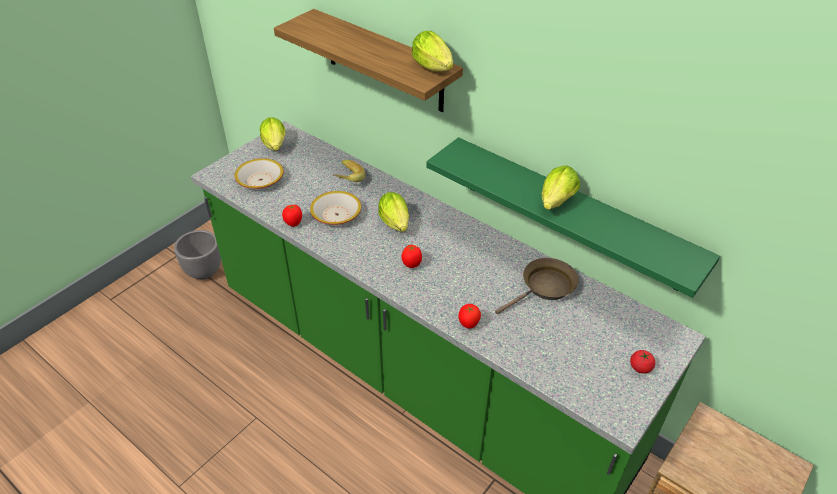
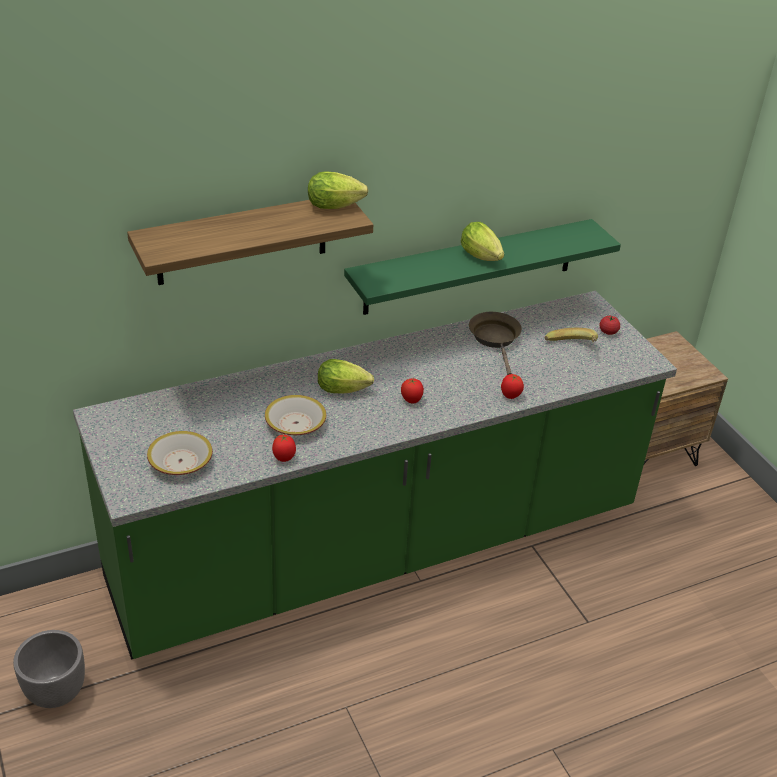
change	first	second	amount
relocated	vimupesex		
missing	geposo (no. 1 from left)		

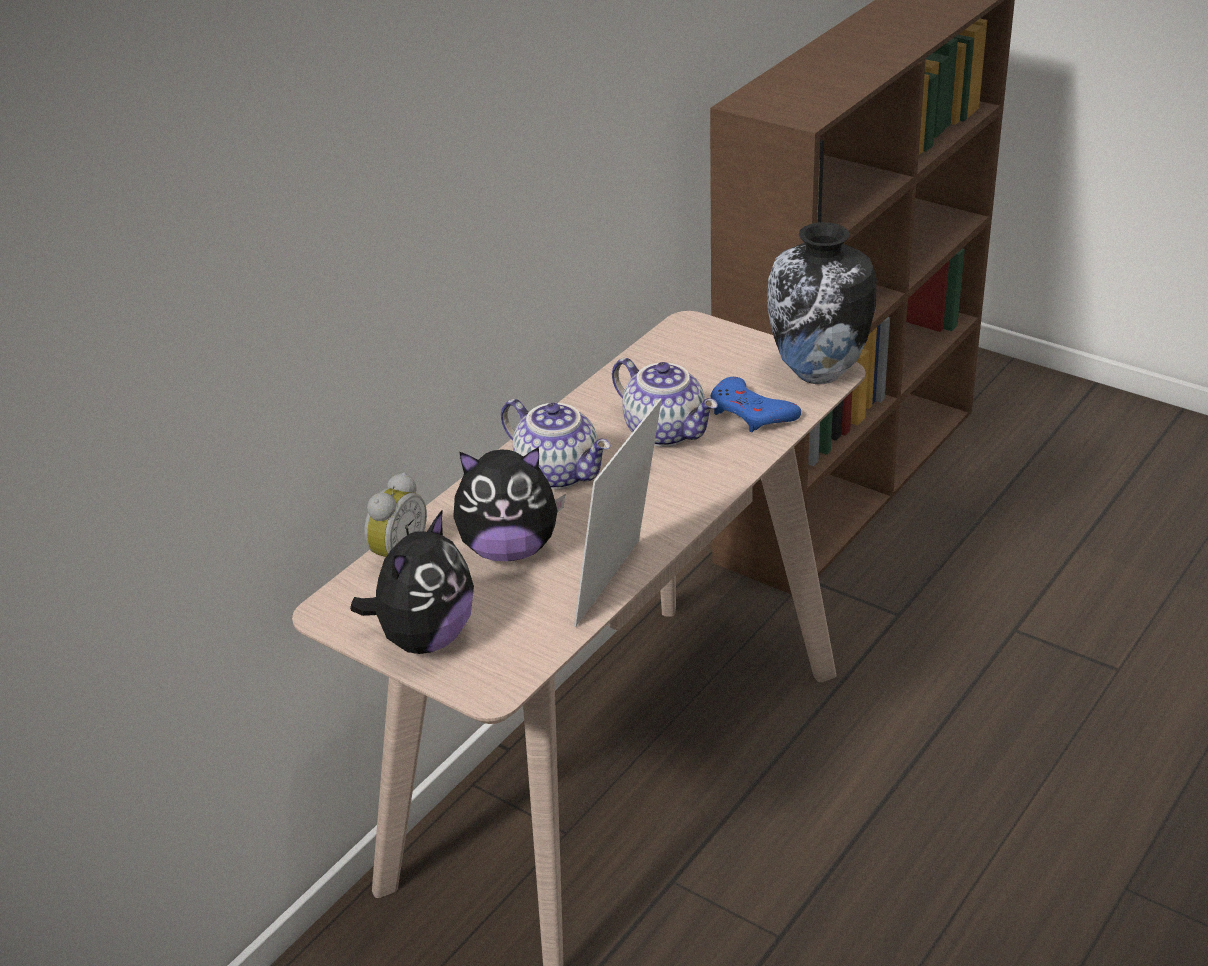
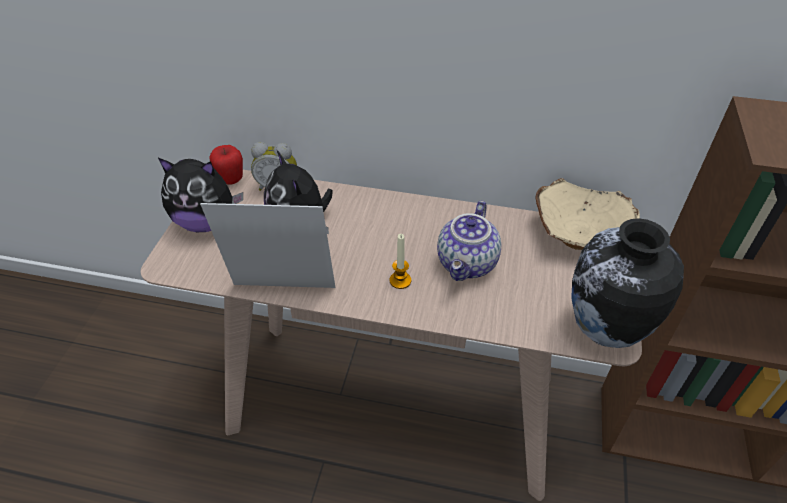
change	first	second	amount
appeared		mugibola	
appeared		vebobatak	
appeared		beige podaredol	
missing	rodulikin (no. 1 from left)		
missing	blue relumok		

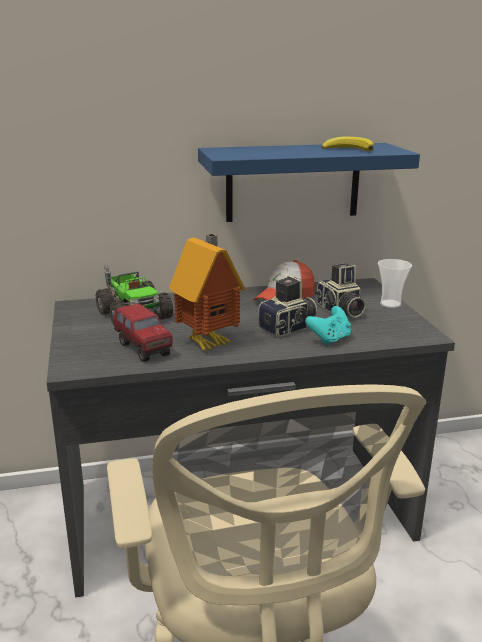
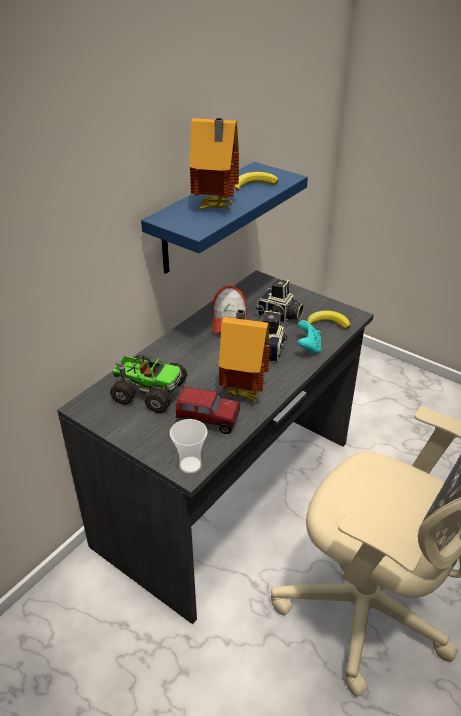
change	first	second	amount
relocated	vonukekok		
appeared		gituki (no. 1 from left)	
appeared		vimupesex (no. 2 from left)	

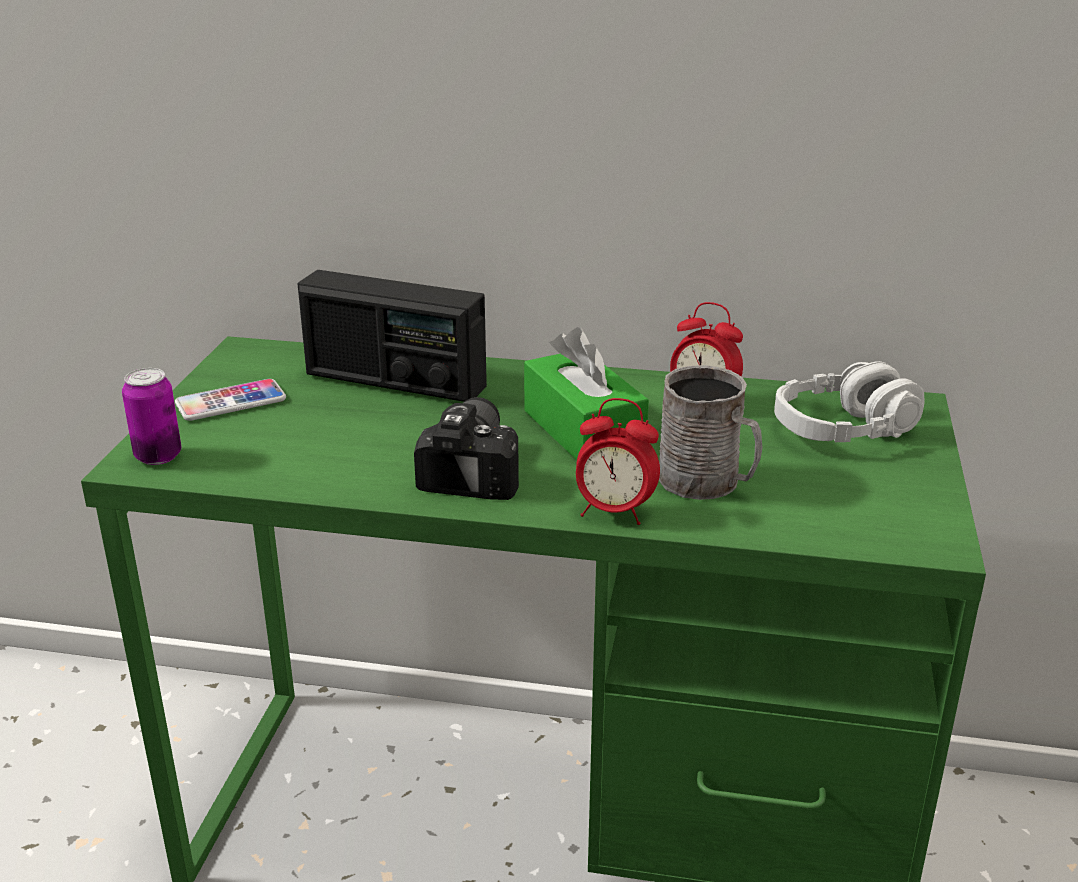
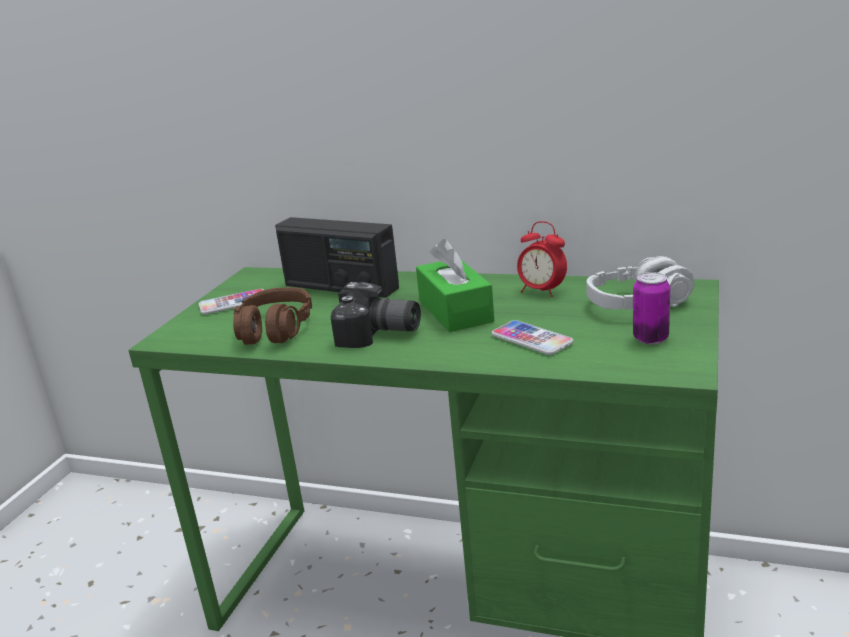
change	first	second	amount
appeared		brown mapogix	
spun	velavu		90 degrees clockwise
exchanged	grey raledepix	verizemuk (no. 2 from left)	
relocated	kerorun		
missing	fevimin (no. 1 from left)		

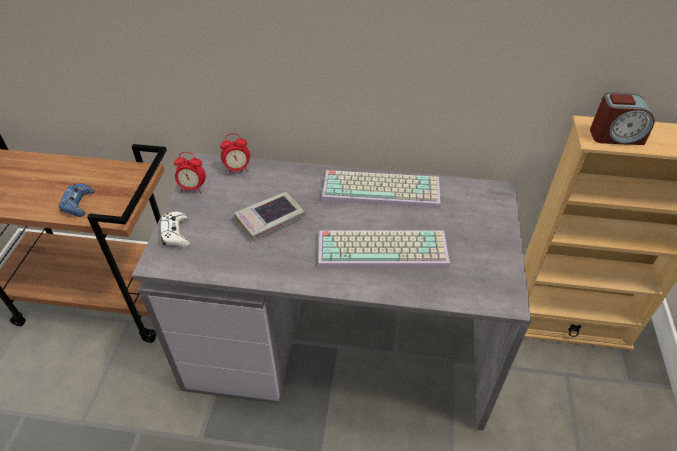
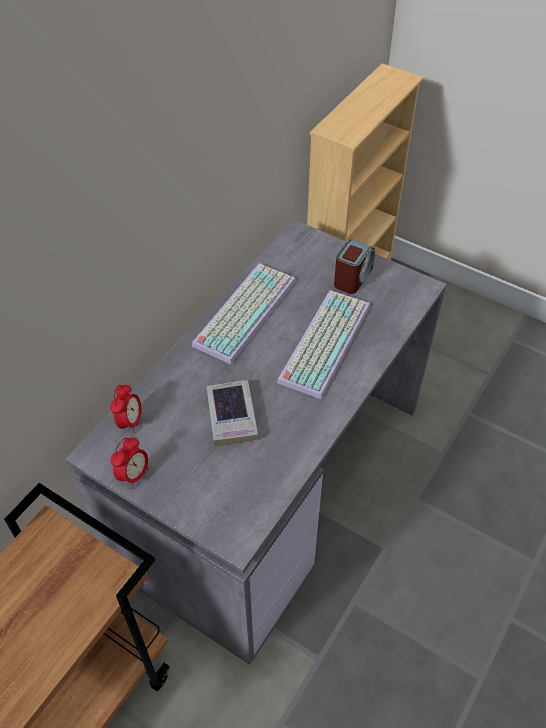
change	first	second	amount
relocated	fevimin (no. 3 from left)		
missing	blue relumok		
missing	white relumok		

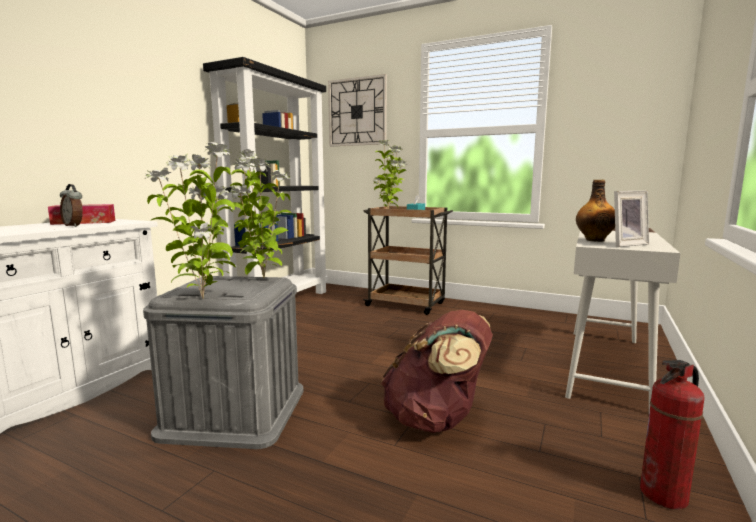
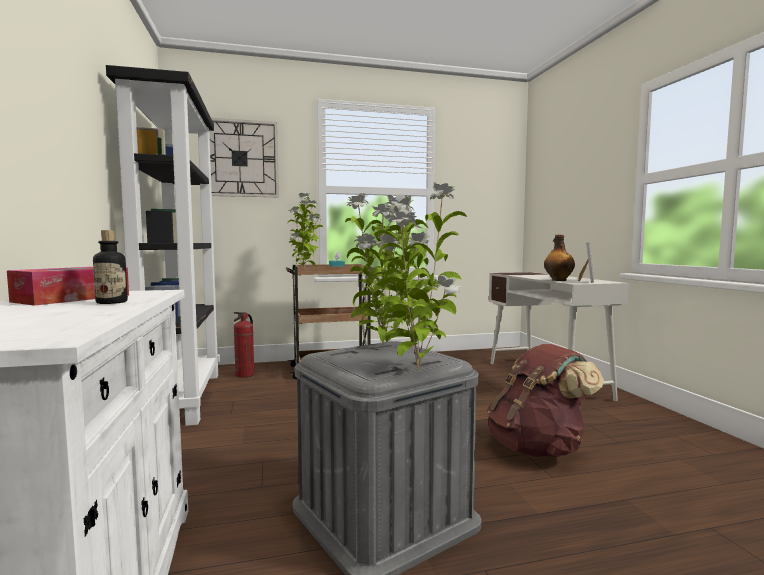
change	first	second	amount
exchanged	fevimin	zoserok (no. 1 from left)	
relocated	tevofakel		

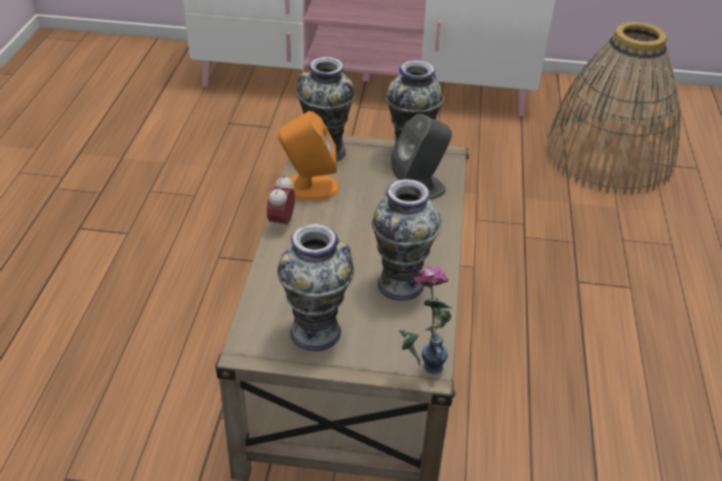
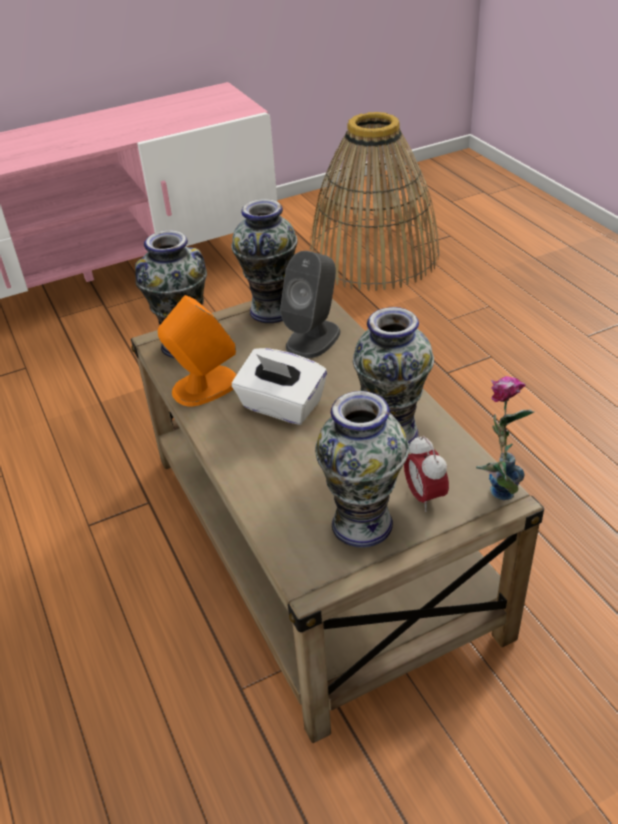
change	first	second	amount
appeared		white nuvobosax	
relocated	fevimin		

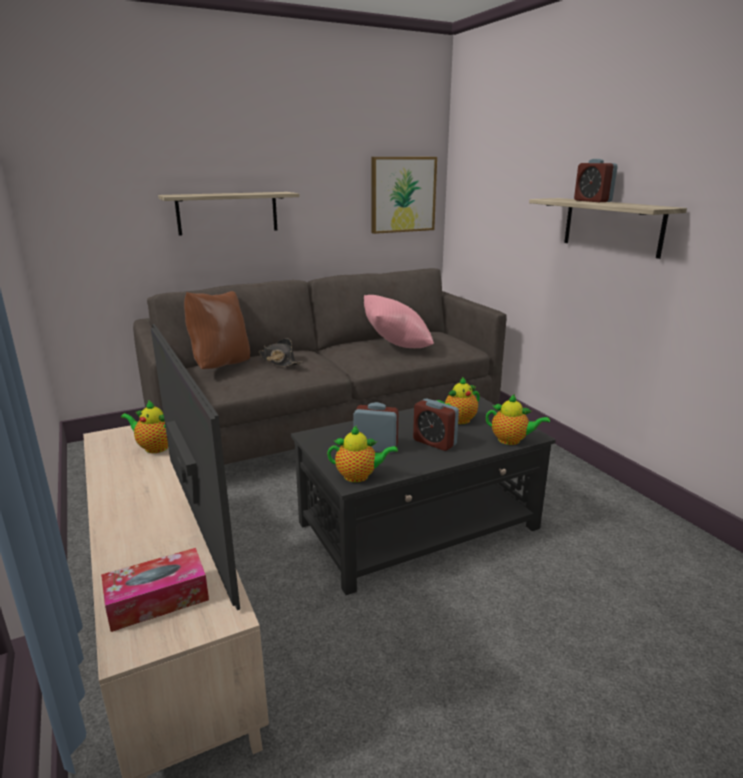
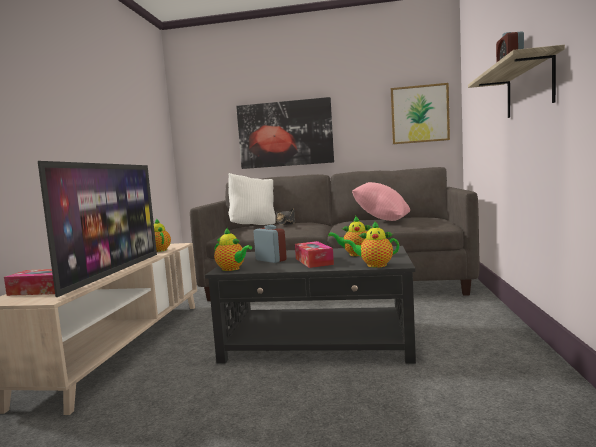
change	first	second	amount
colour	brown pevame	white pevame	
exchanged	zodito (no. 1 from left)	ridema (no. 1 from left)	
exchanged	fevimin (no. 2 from left)	nuvobosax (no. 2 from left)	
spun	rodulikin (no. 4 from left)		135 degrees clockwise

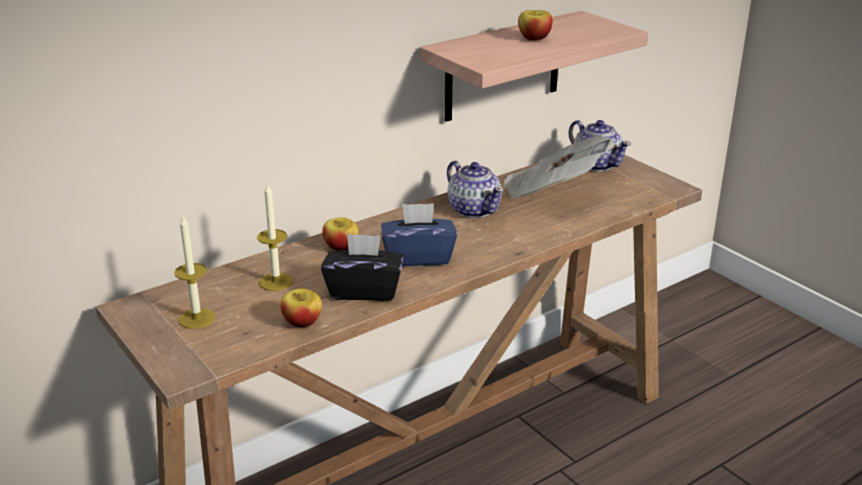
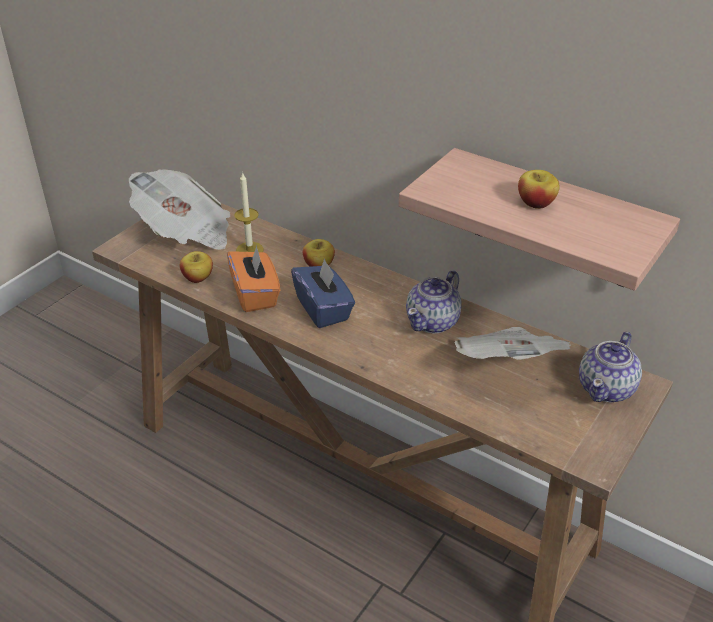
change	first	second	amount
exchanged	vebobatak (no. 1 from left)	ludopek (no. 1 from left)	
colour	black nuvobosax	orange nuvobosax	

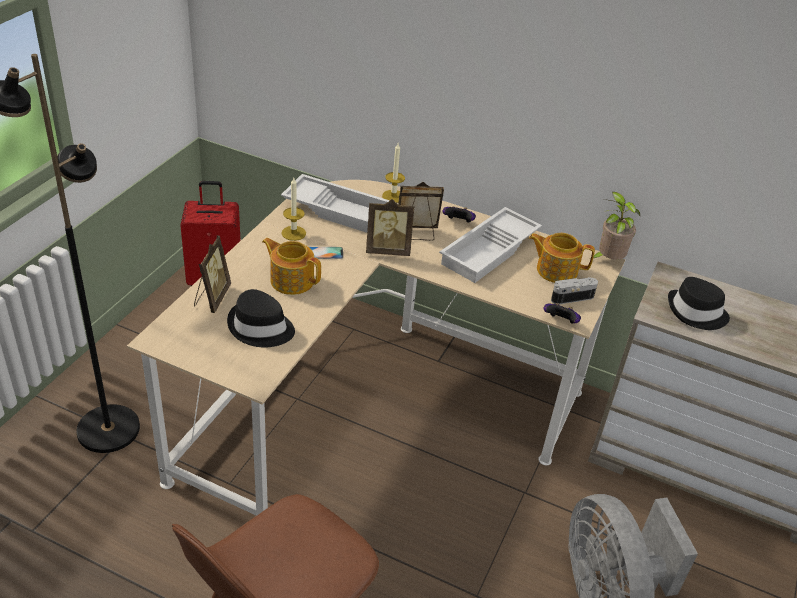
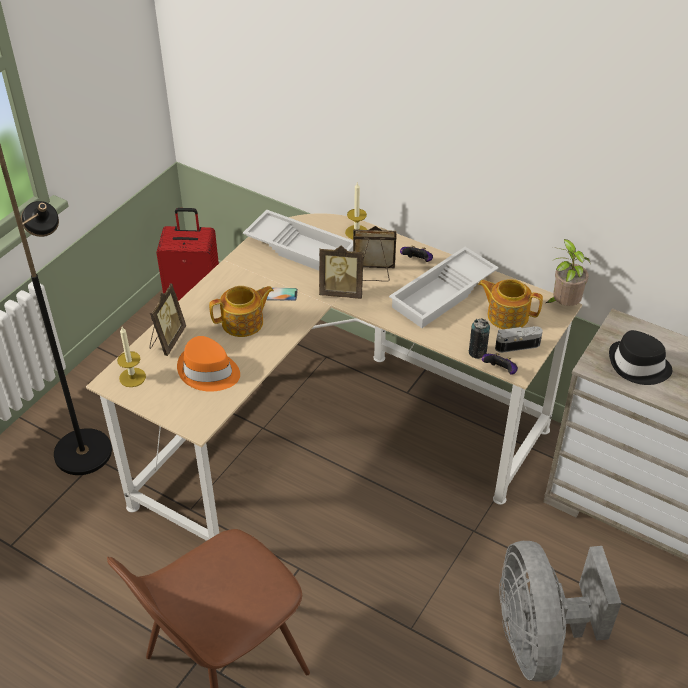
change	first	second	amount
relocated	vebobatak (no. 1 from left)		
colour	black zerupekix (no. 1 from left)	orange zerupekix	
spun	rodulikin (no. 1 from left)		120 degrees clockwise
appeared		kerorun	

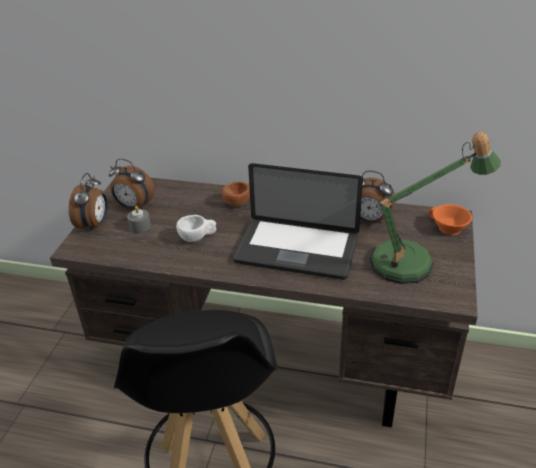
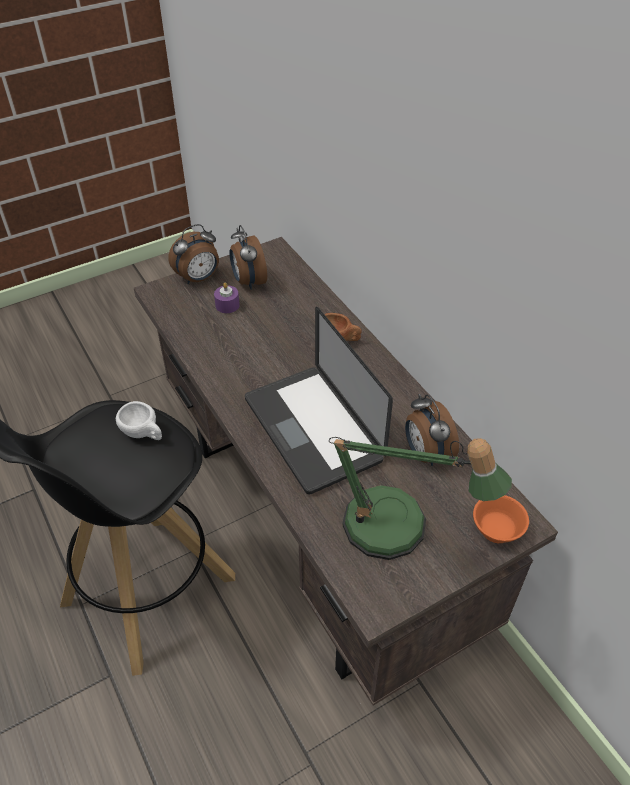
change	first	second	amount
relocated	white vonukekok		
colour	grey vebobatak	purple vebobatak	

